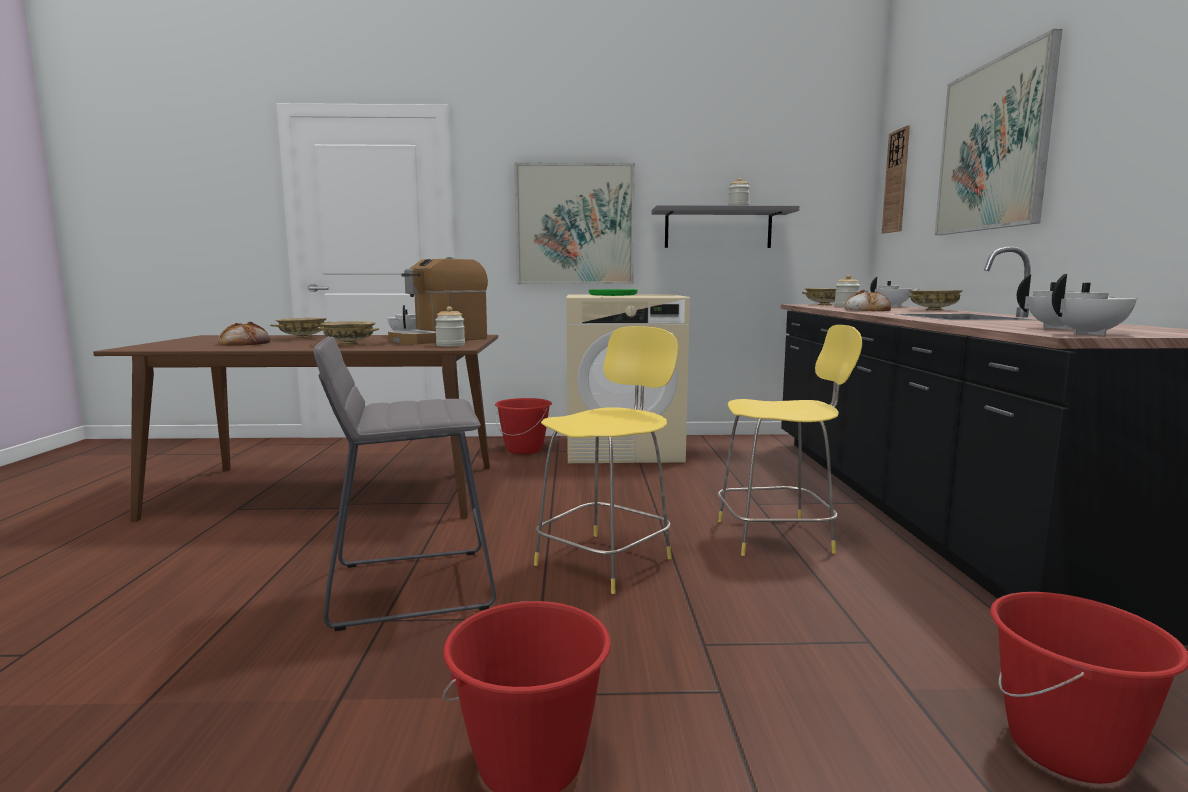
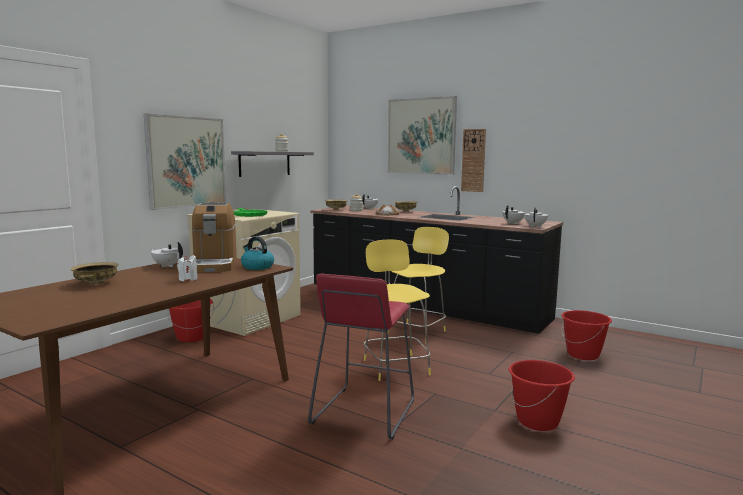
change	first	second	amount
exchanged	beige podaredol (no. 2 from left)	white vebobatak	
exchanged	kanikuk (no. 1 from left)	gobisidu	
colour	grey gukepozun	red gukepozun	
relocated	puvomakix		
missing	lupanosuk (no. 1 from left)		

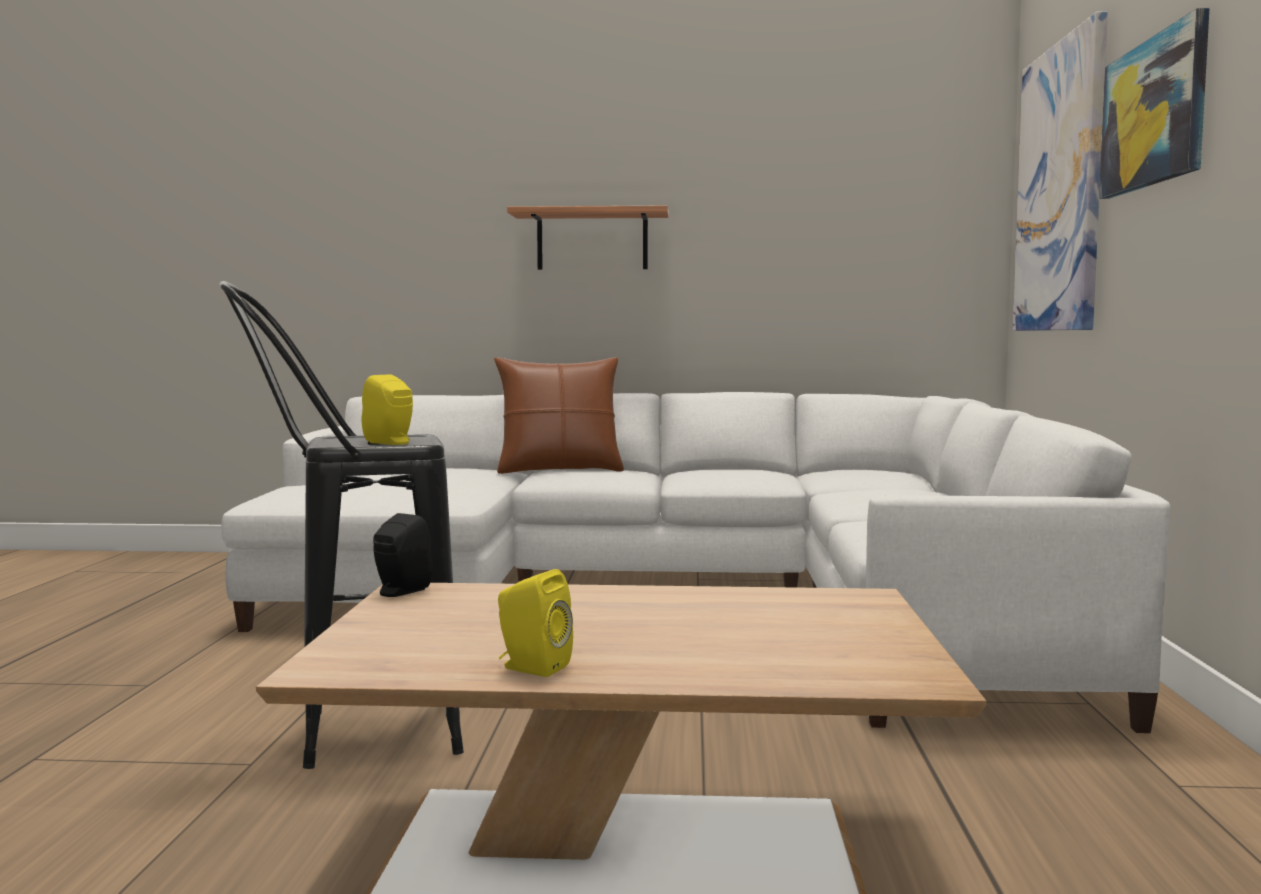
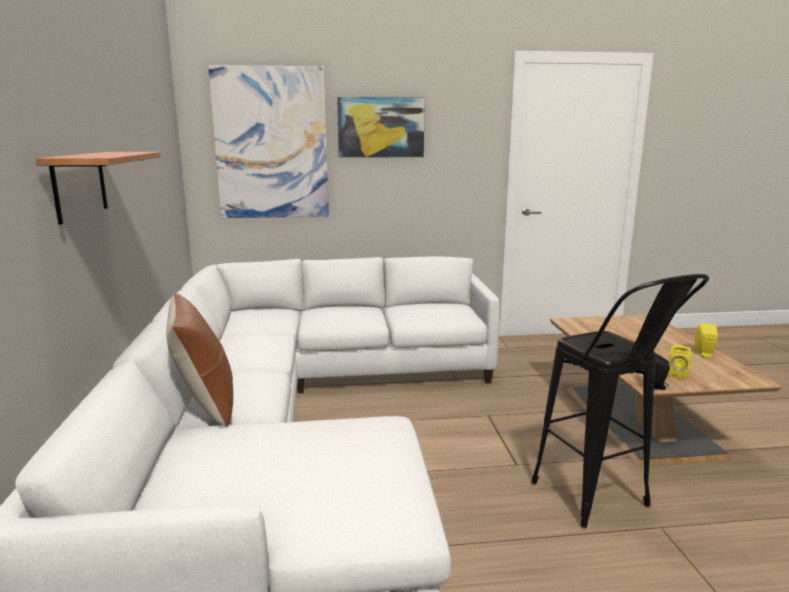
change	first	second	amount
relocated	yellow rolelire (no. 1 from left)		

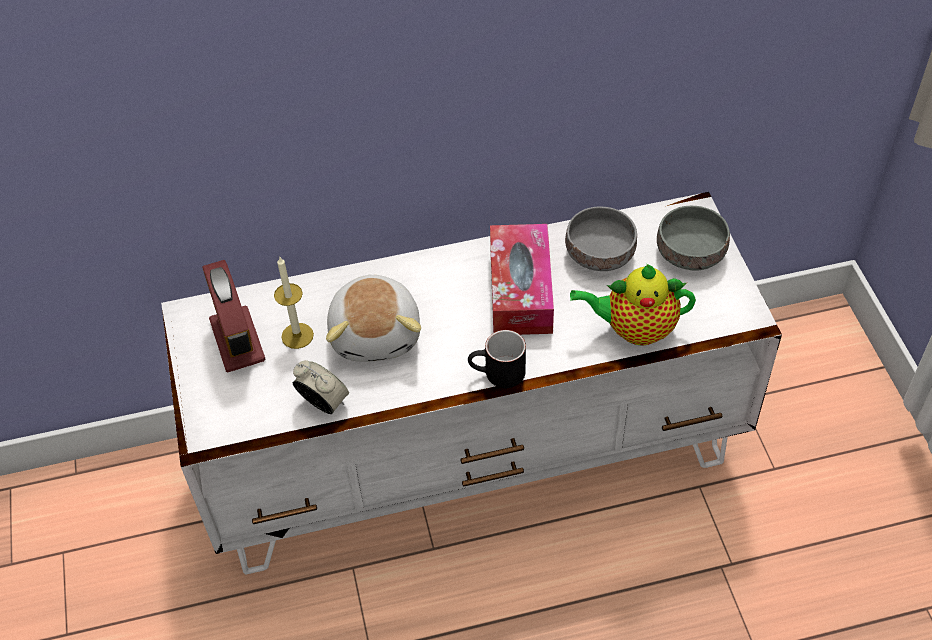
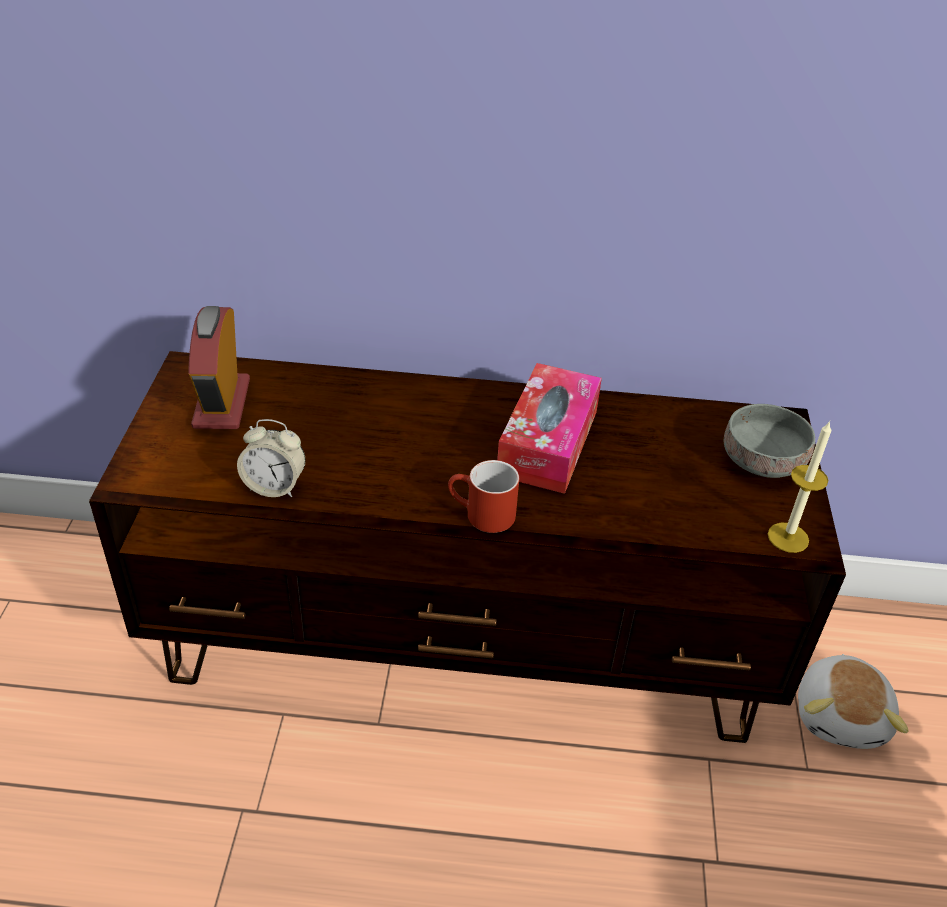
change	first	second	amount
colour	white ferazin	brown ferazin	
spun	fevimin (no. 2 from left)		135 degrees clockwise
colour	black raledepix	red raledepix	
relocated	vebobatak		
relocated	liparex		
missing	grey podaredol (no. 1 from left)		
missing	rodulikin		

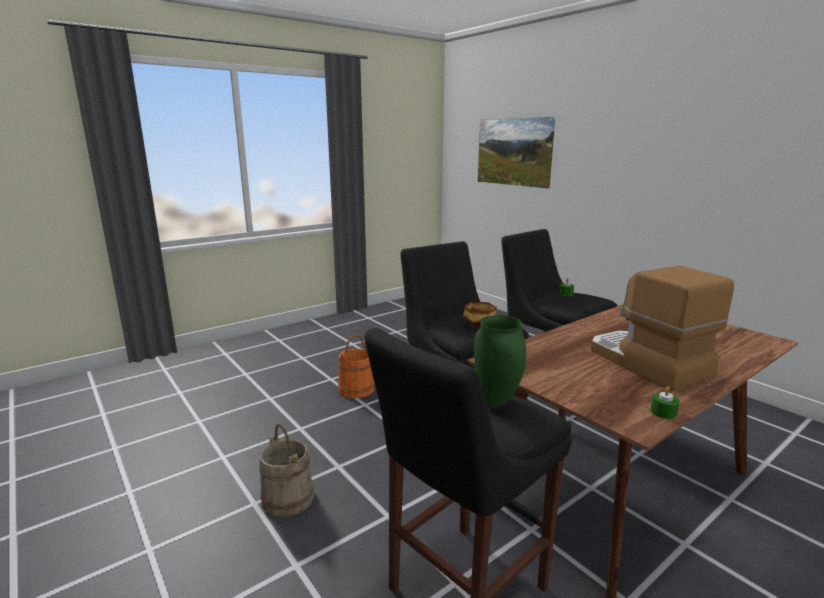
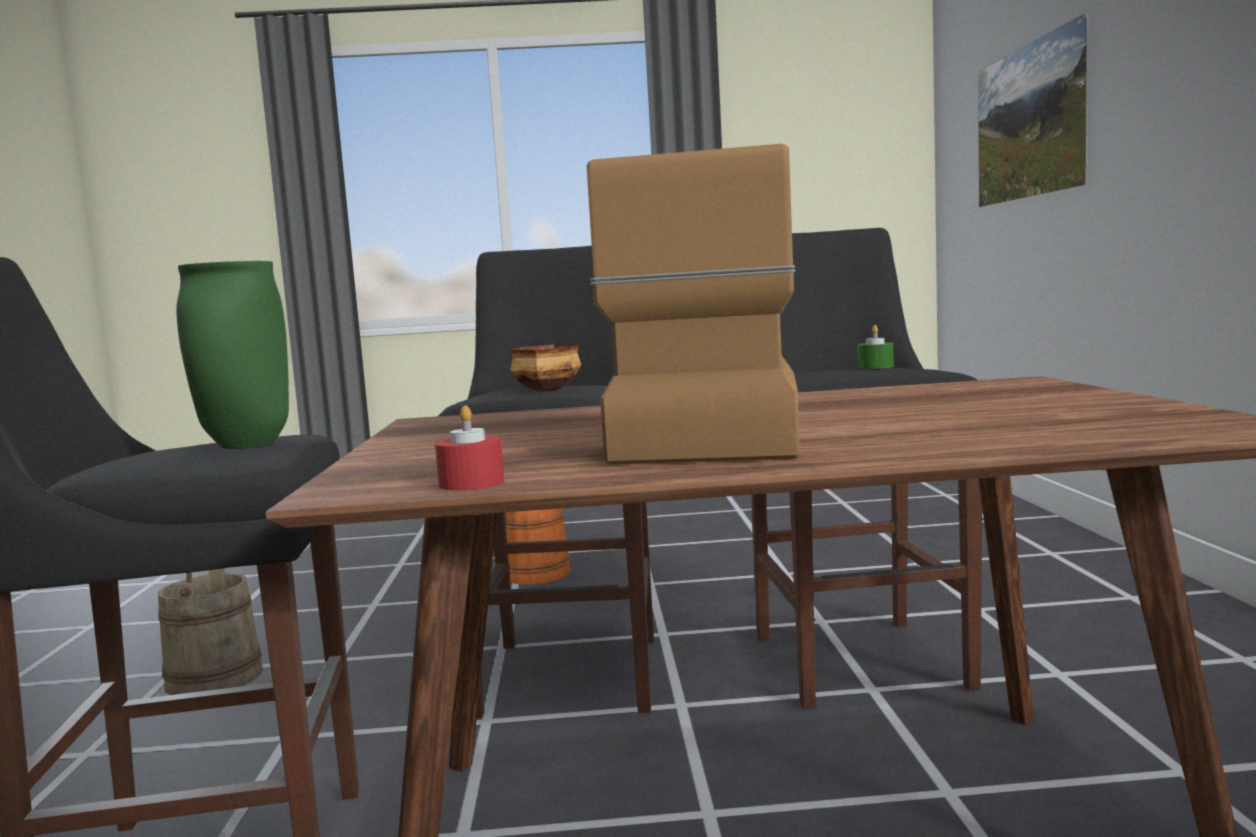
change	first	second	amount
colour	green vebobatak (no. 2 from left)	red vebobatak	

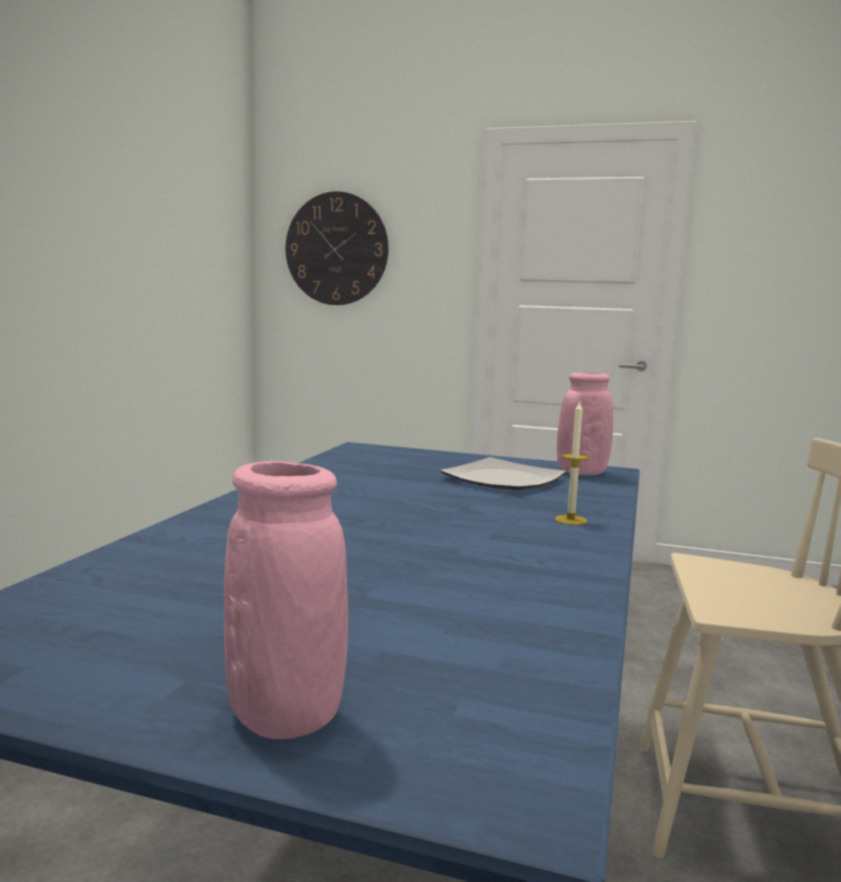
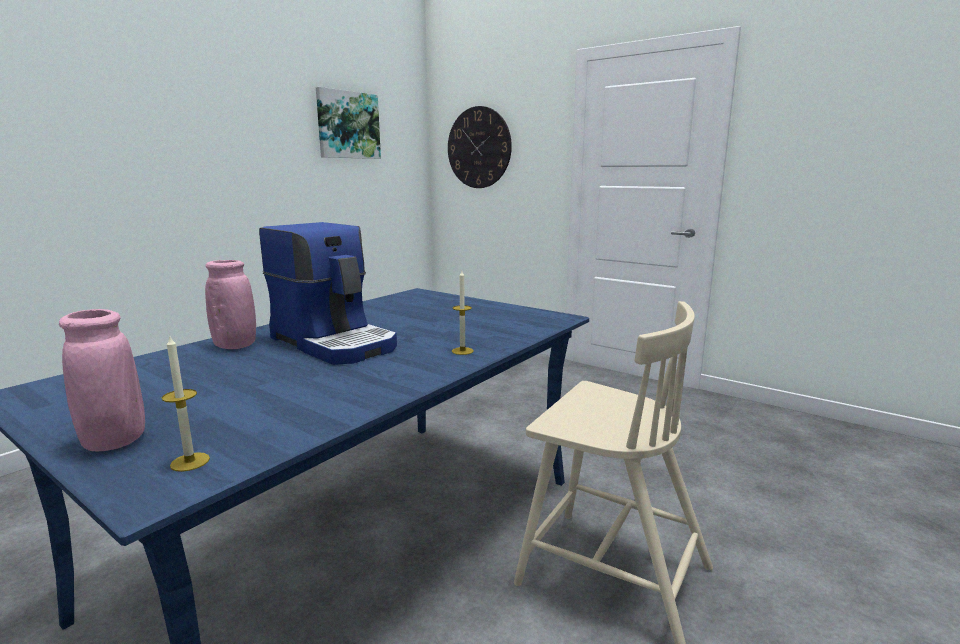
change	first	second	amount
appeared		vebobatak (no. 1 from left)	
relocated	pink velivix (no. 2 from left)		
appeared		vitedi	
appeared		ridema	
missing	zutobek		

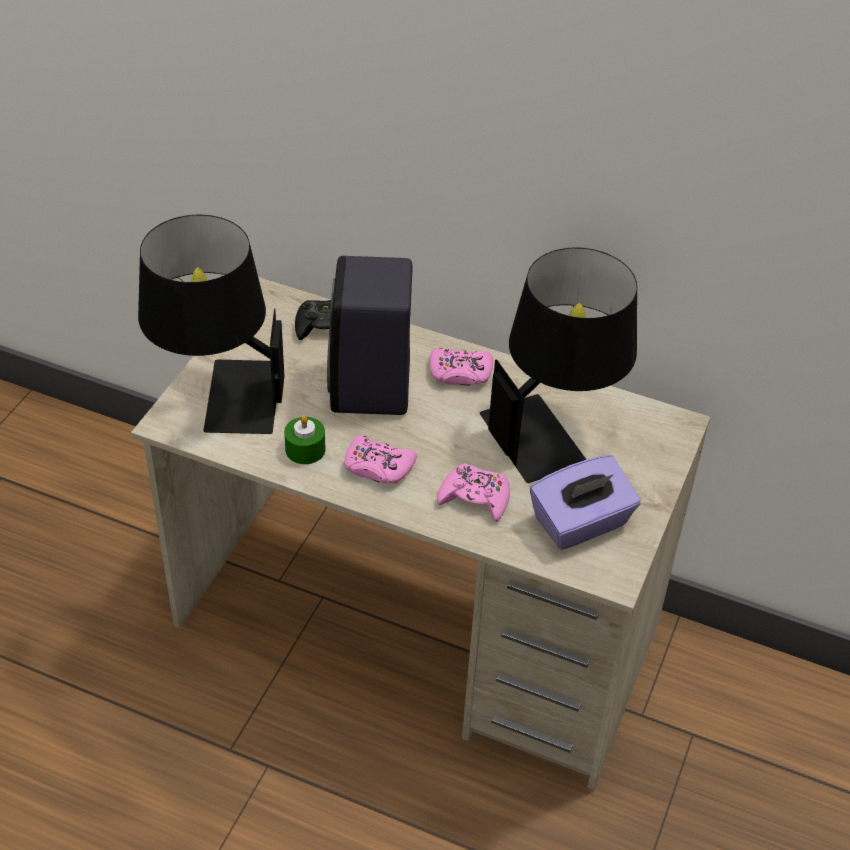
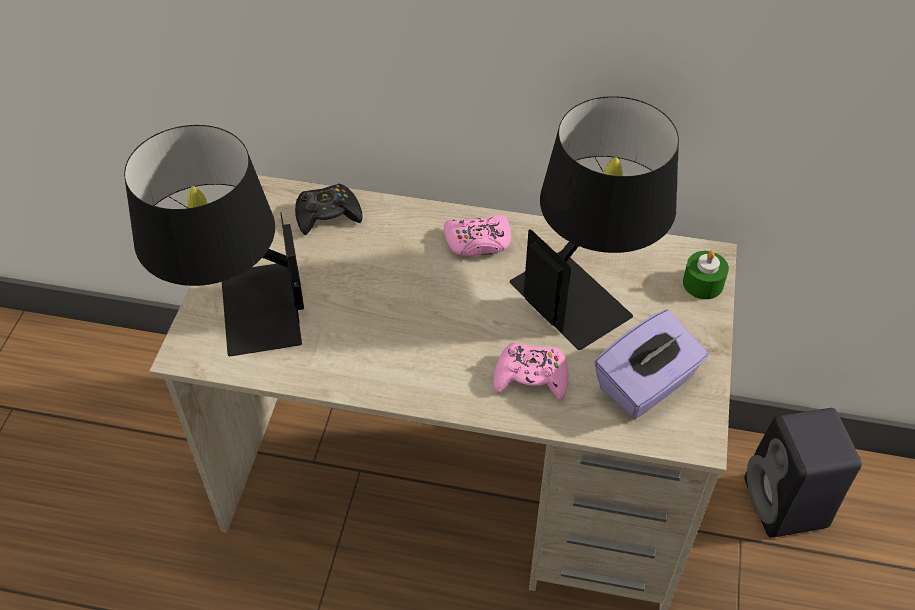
change	first	second	amount
relocated	green vebobatak		
relocated	black rolelire		
missing	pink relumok (no. 1 from left)		

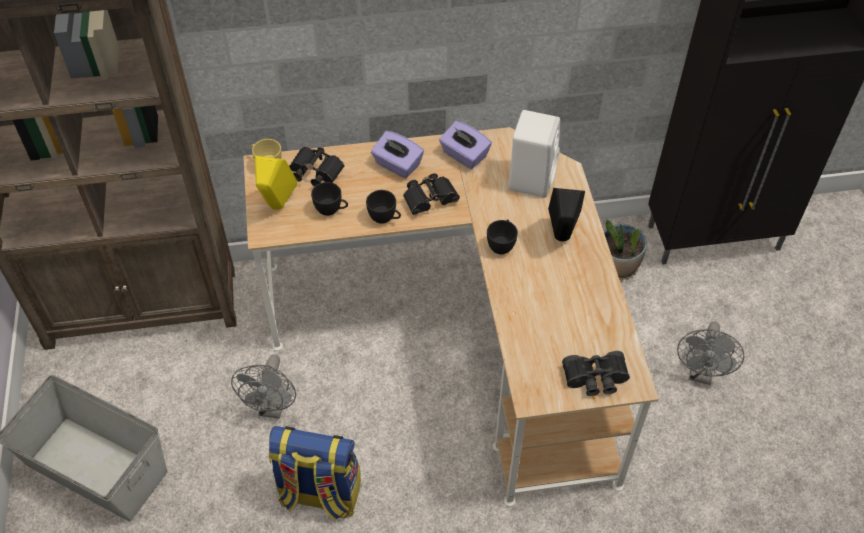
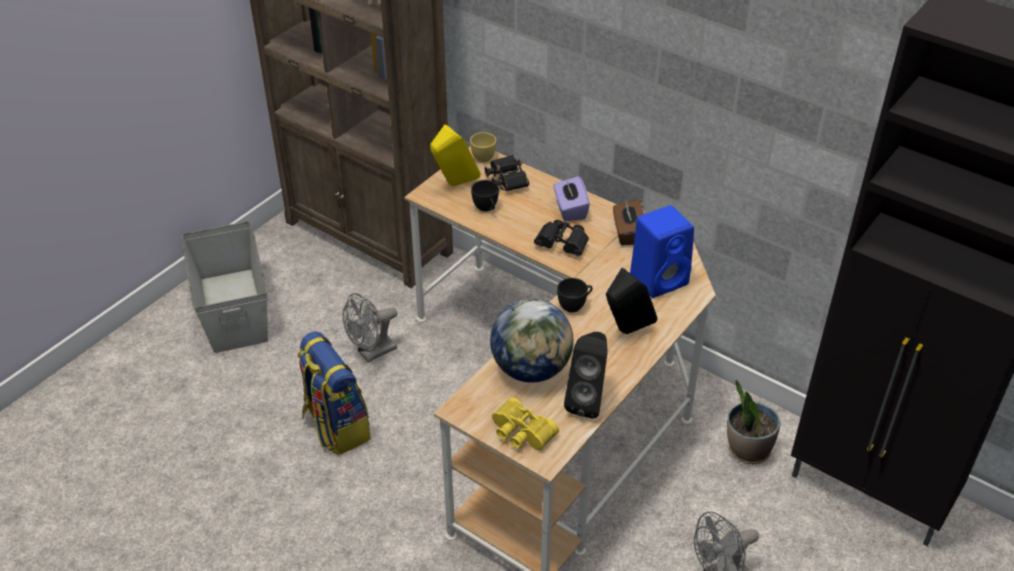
change	first	second	amount
appeared		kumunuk	
colour	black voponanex (no. 3 from left)	yellow voponanex	
appeared		black rolelire (no. 1 from left)	
colour	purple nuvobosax (no. 2 from left)	brown nuvobosax	
colour	white rolelire	blue rolelire	
missing	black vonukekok (no. 2 from left)		

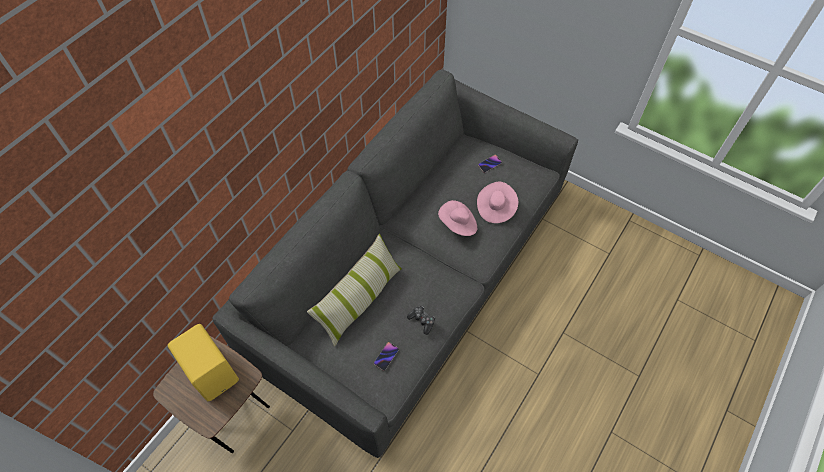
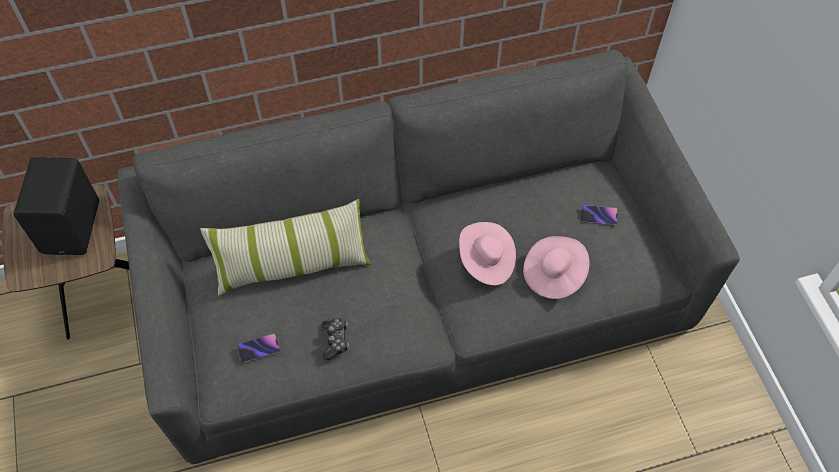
change	first	second	amount
colour	yellow rolelire	black rolelire	

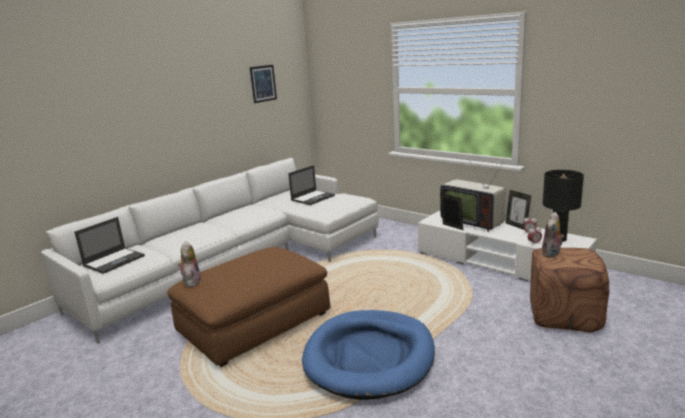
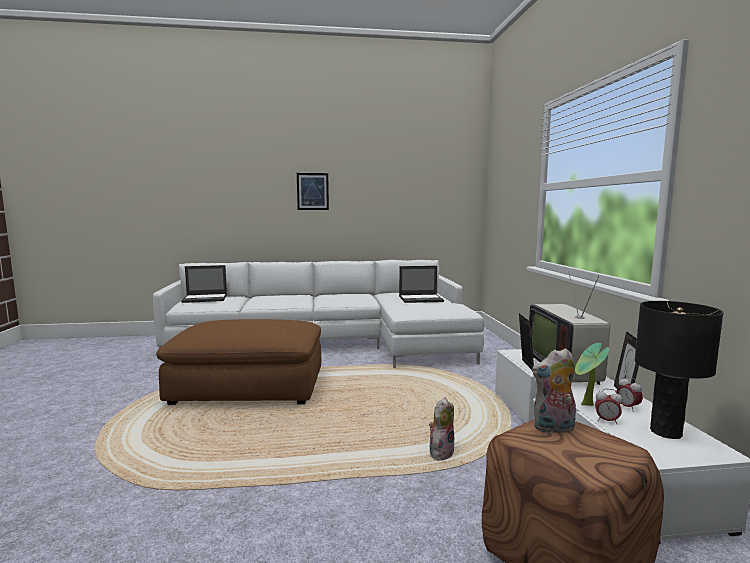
change	first	second	amount
relocated	ridema		
relocated	liparex (no. 1 from left)		
appeared		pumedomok	
missing	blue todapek		

